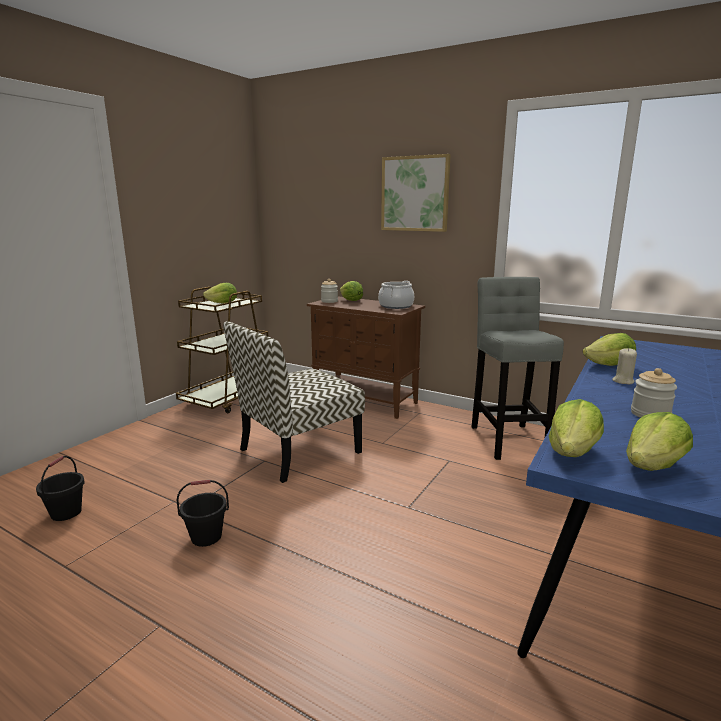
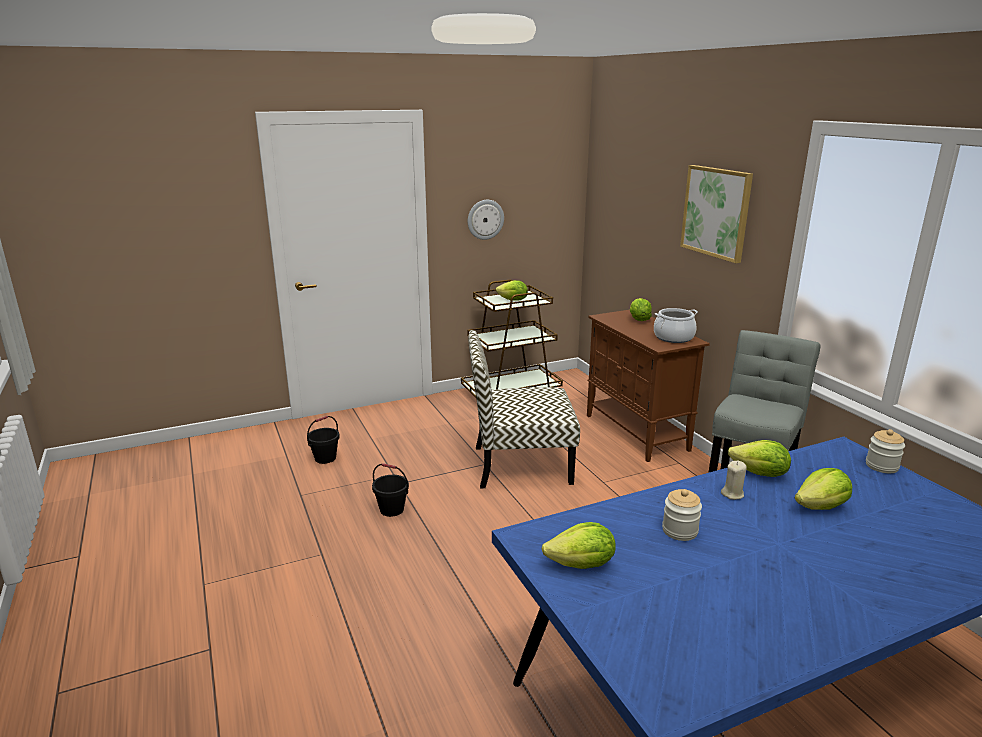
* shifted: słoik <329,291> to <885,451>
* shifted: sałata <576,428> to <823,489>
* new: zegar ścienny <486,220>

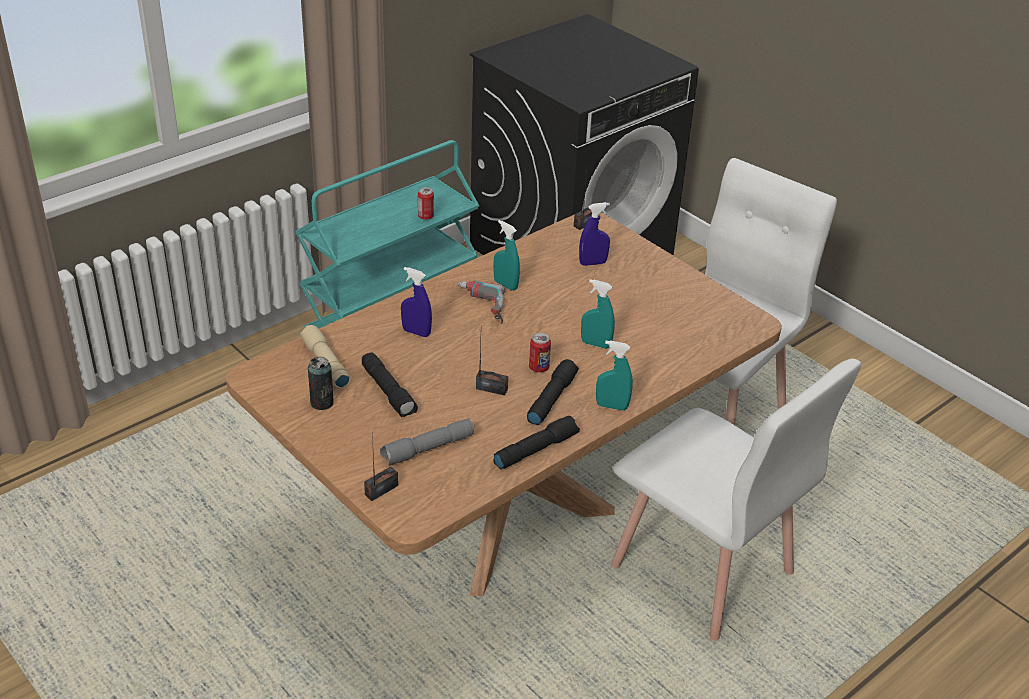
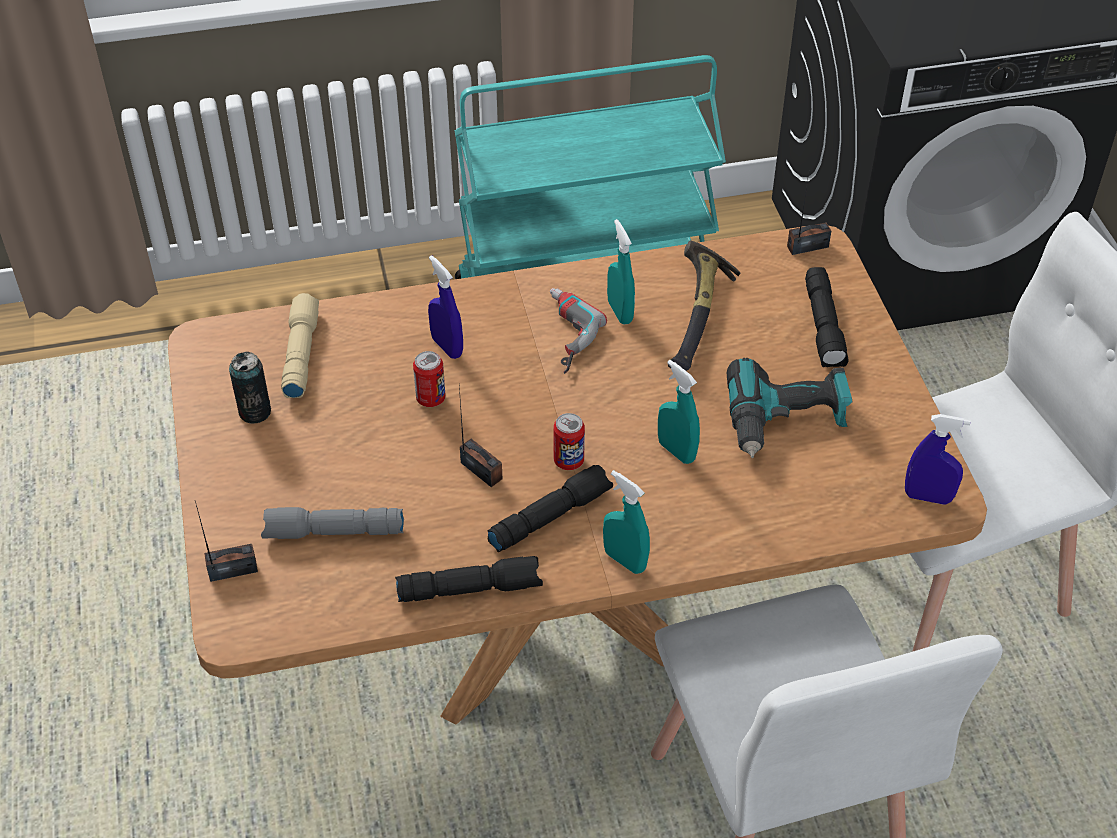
* shifted: latarka/czarny <390,384> to <826,317>
* shifted: puszka <426,203> to <429,379>
* shifted: spryskiwacz/niebieski <594,234> to <938,459>
* new: młotek <704,305>
* new: wiertarka <789,408>

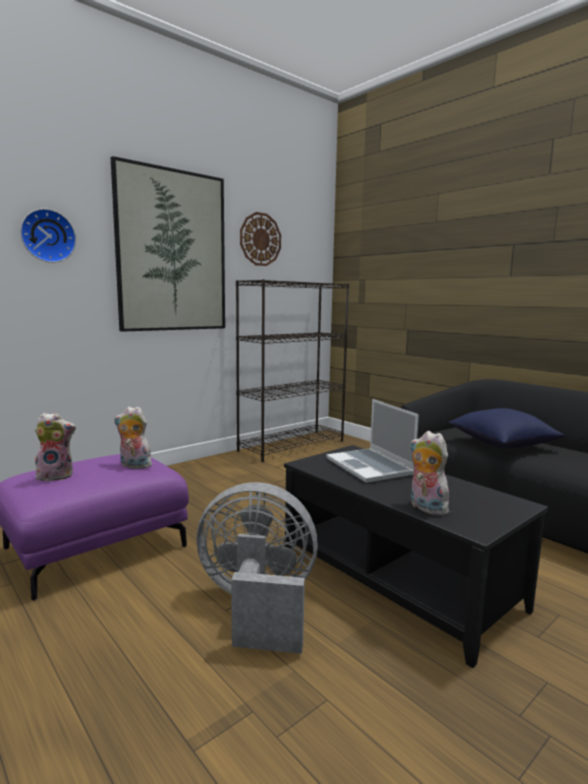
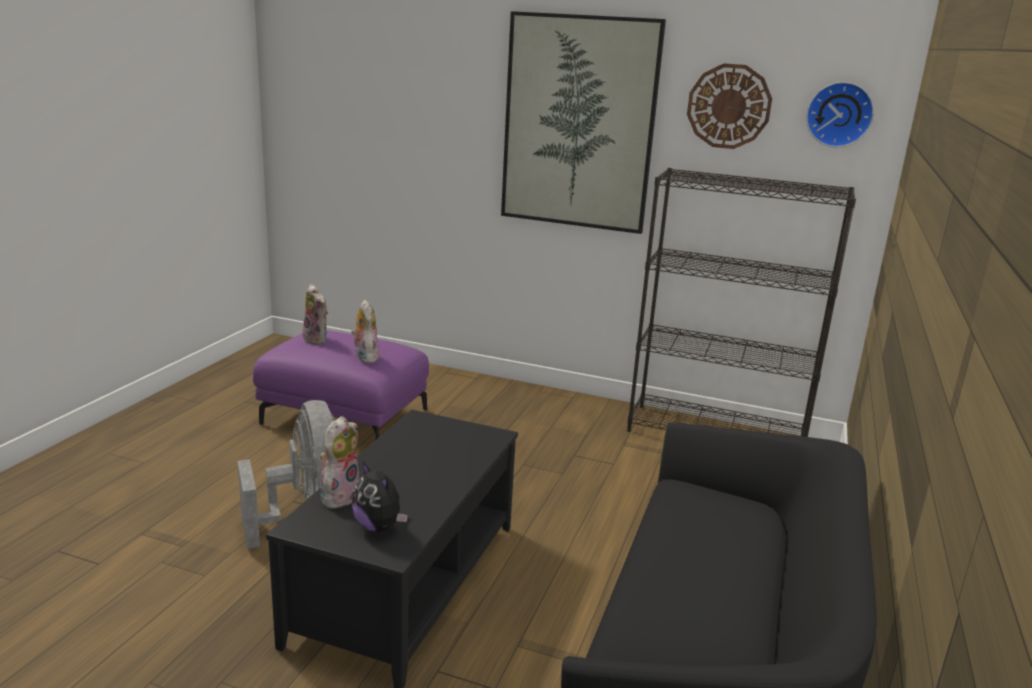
* shifted: zegar ścienny <48,236> to <840,114>
* gone: laptop <372,441>
* gone: poduszka/niebieski <506,428>
* new: pluszak <380,497>

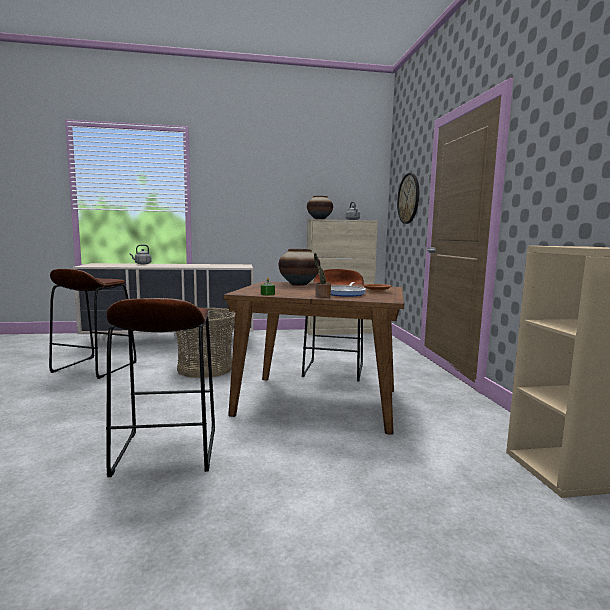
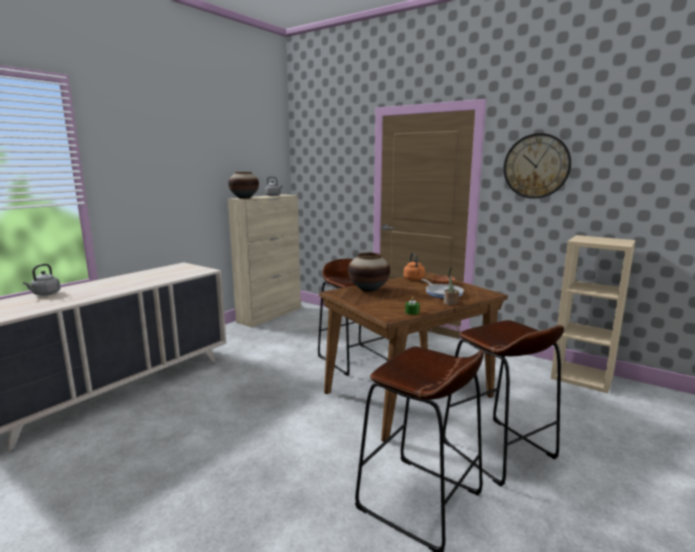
* shifted: stołek/brązowy <93,324> to <503,403>
* gone: koszyk <205,342>
* shifted: zegar ścienny <408,198> to <537,166>
* new: czajnik/pomarańczowy <414,266>

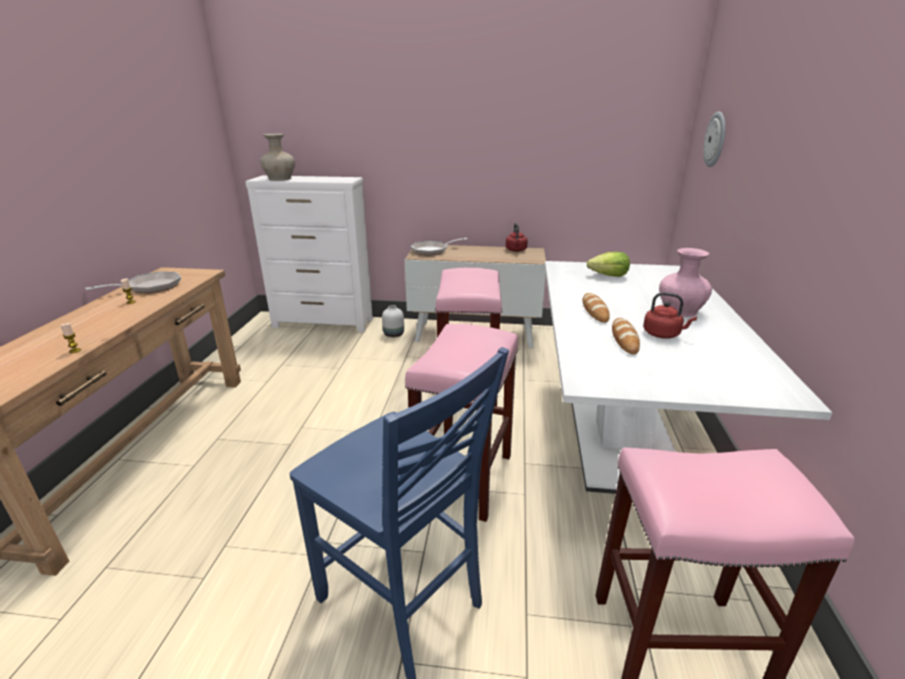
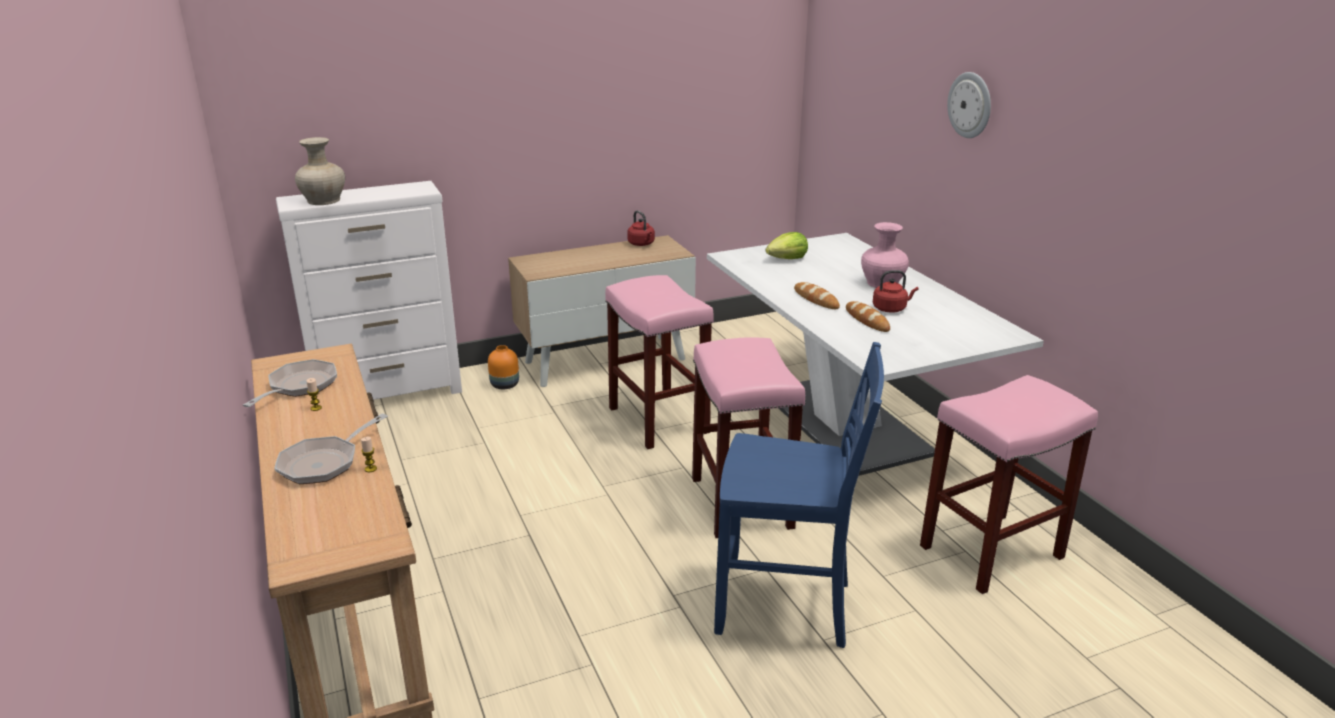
* repainted: wazon/biały <393,321> to wazon/pomarańczowy <503,367>
* shifted: patelnia <439,247> to <331,449>
* shifted: zegar ścienny <714,139> to <969,105>

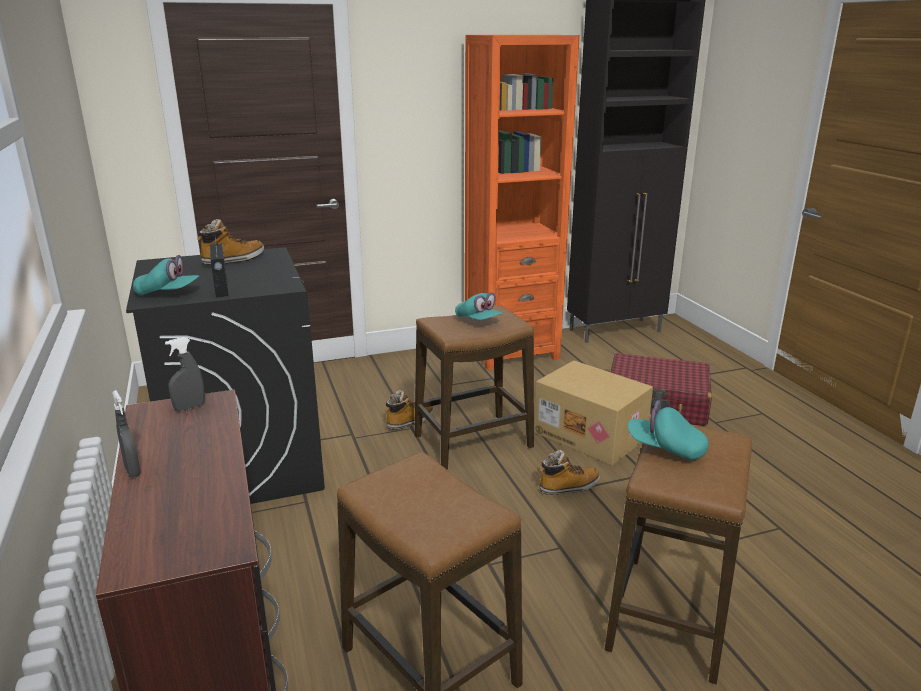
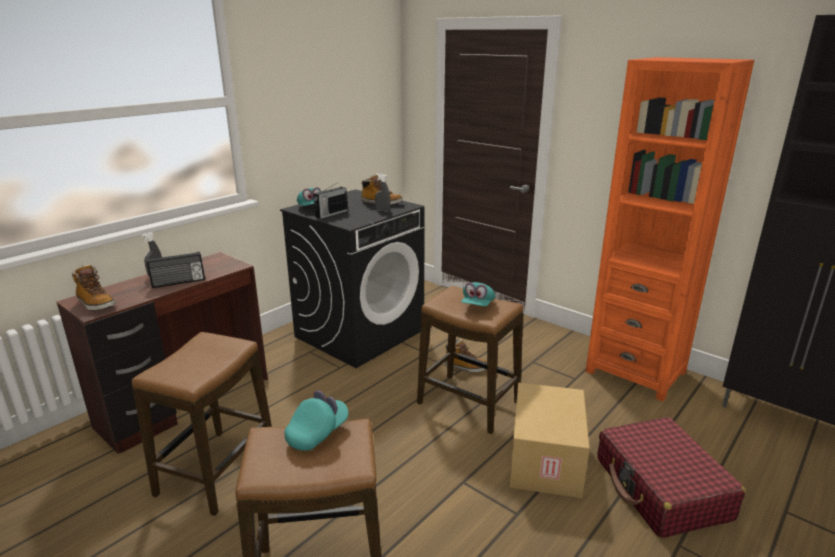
* shifted: spryskiwacz/szary <185,374> to <382,192>
* shifted: but z cholewką <569,472> to <94,288>
* rotated: czapka z daszkiem/turkusowy <668,430> = <316,420> 45 degrees clockwise
* new: radio <176,269>

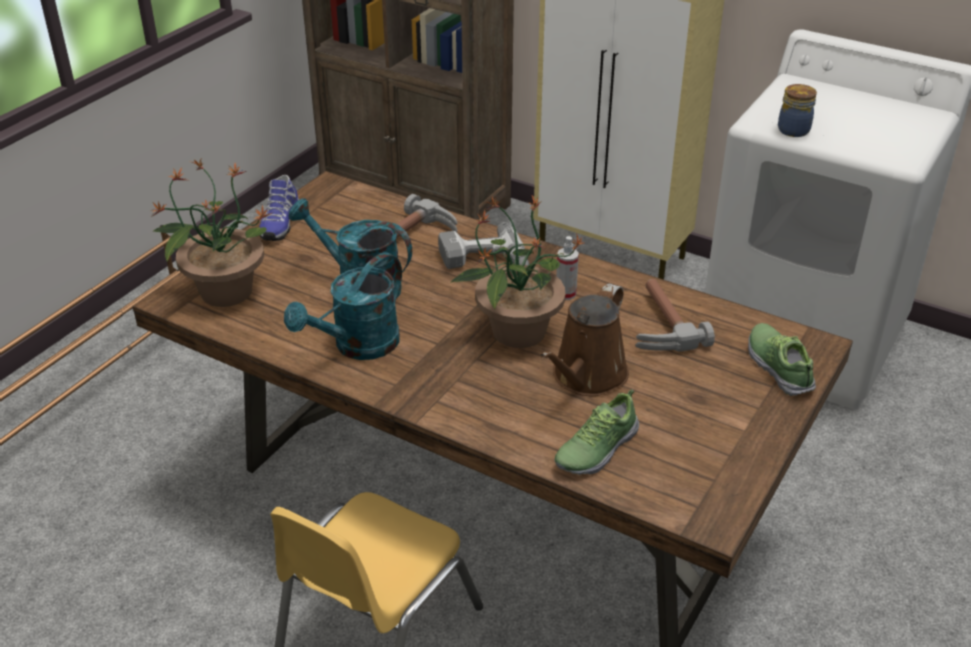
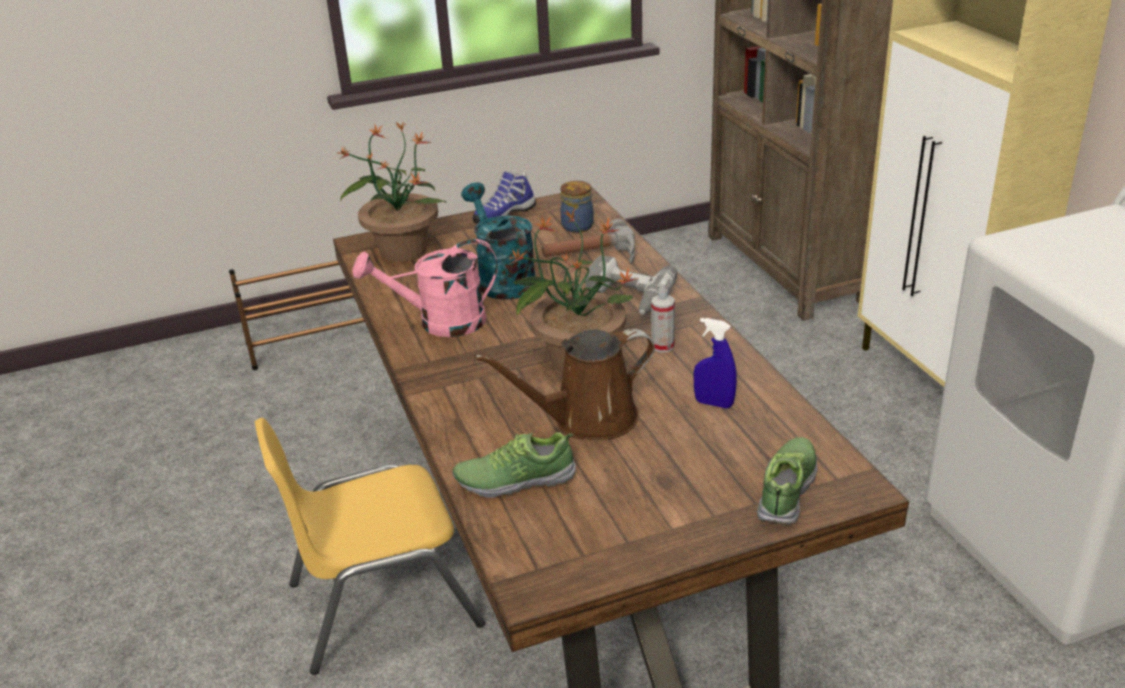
* repainted: konewka/turkusowy <343,306> to konewka/różowy <425,288>
* swapped: młotek <675,315> to spryskiwacz/niebieski <715,363>
* shifted: słoik <797,110> to <577,207>

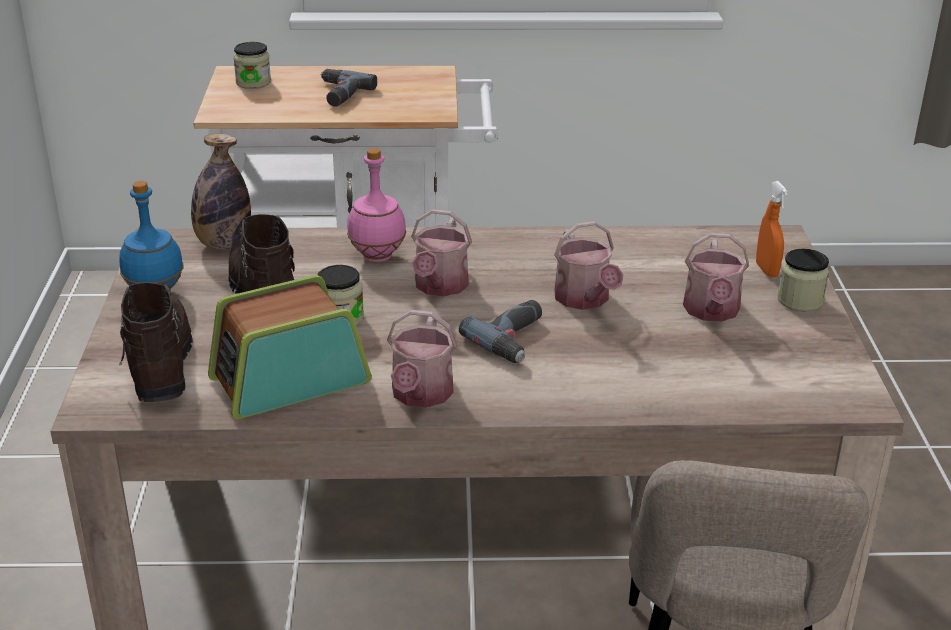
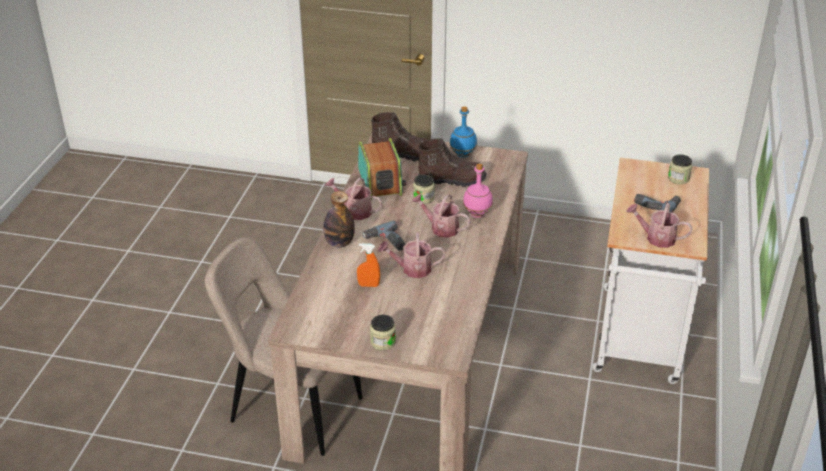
* shifted: butelka <221,191> to <339,219>
* shifted: konewka <716,277> to <659,225>
* shifted: spryskiwacz/pomarańczowy <772,229> to <368,265>

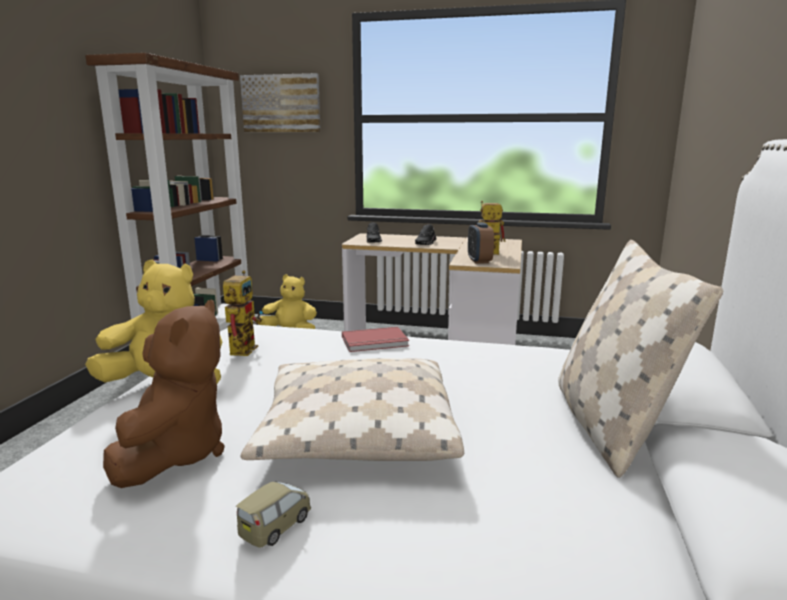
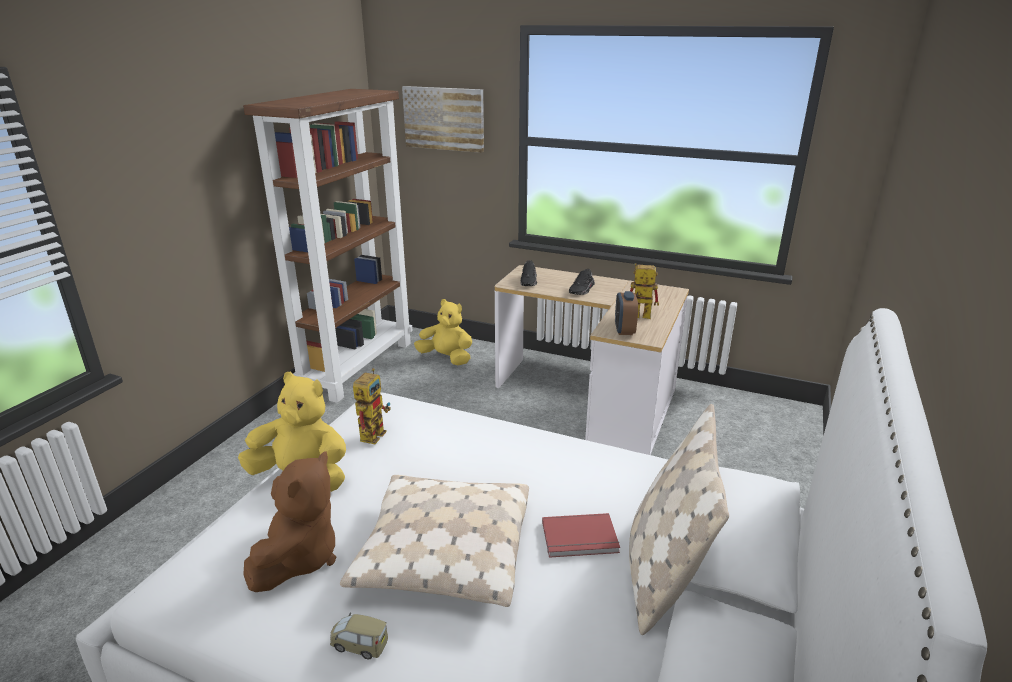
* rotated: samochodzik <273,514> = <359,636> 120 degrees counterclockwise
* shifted: książka/czerwony <375,339> to <581,535>

